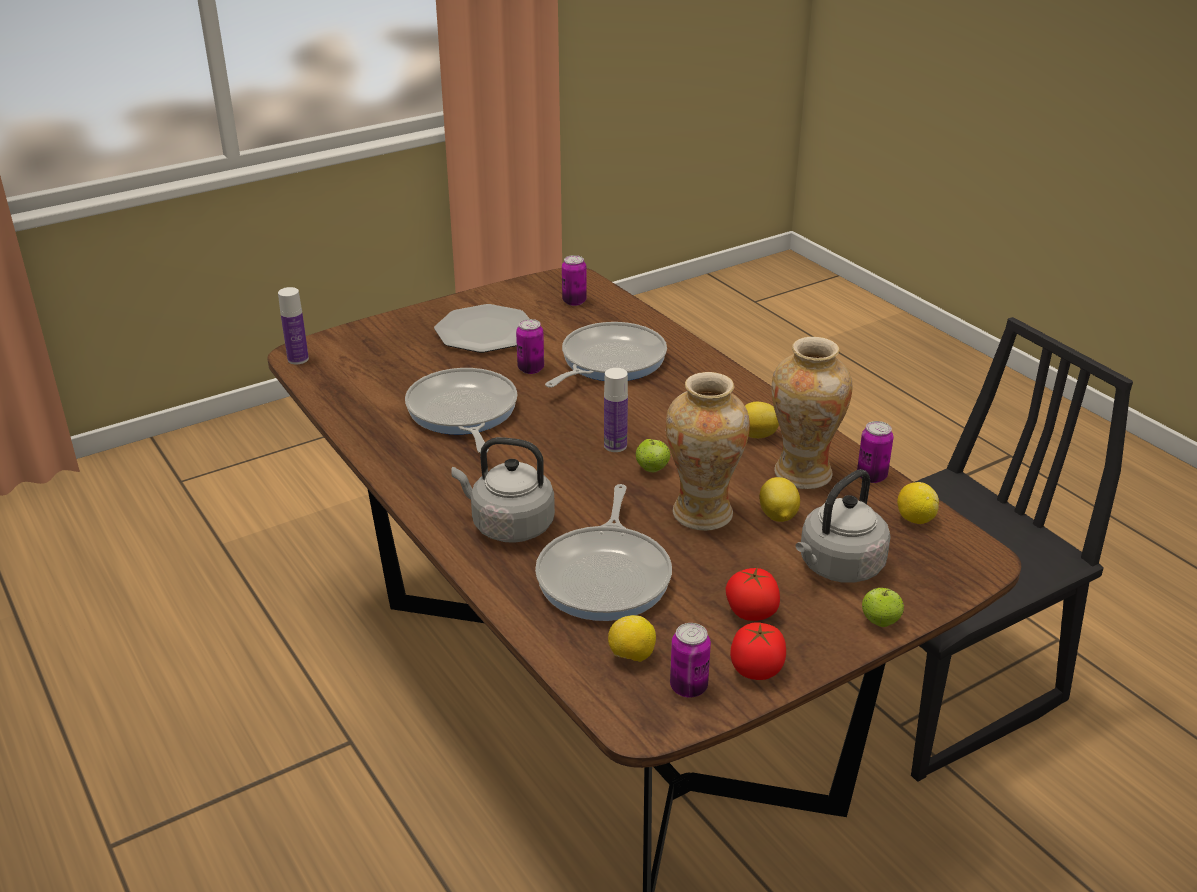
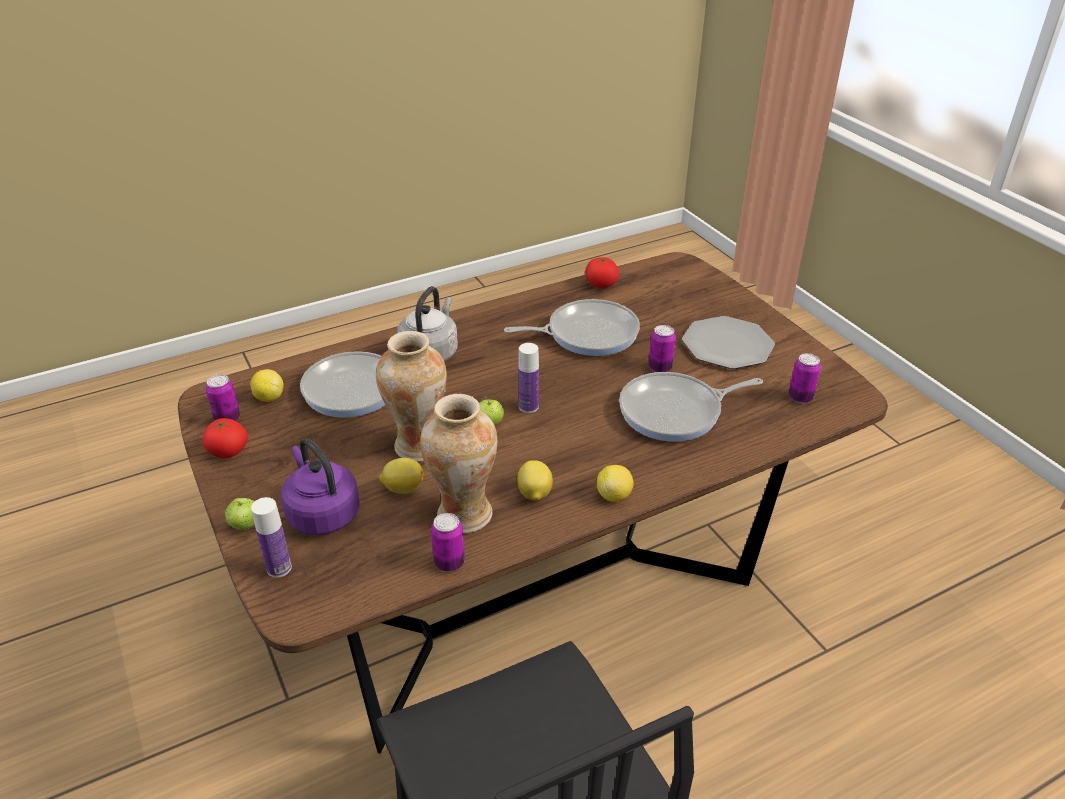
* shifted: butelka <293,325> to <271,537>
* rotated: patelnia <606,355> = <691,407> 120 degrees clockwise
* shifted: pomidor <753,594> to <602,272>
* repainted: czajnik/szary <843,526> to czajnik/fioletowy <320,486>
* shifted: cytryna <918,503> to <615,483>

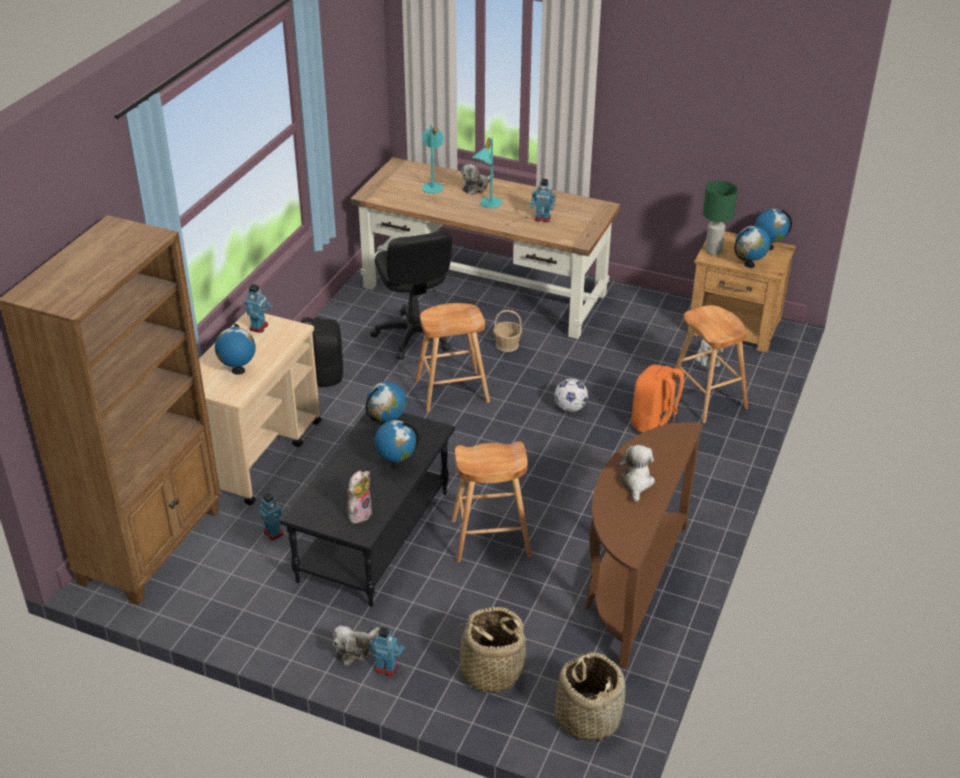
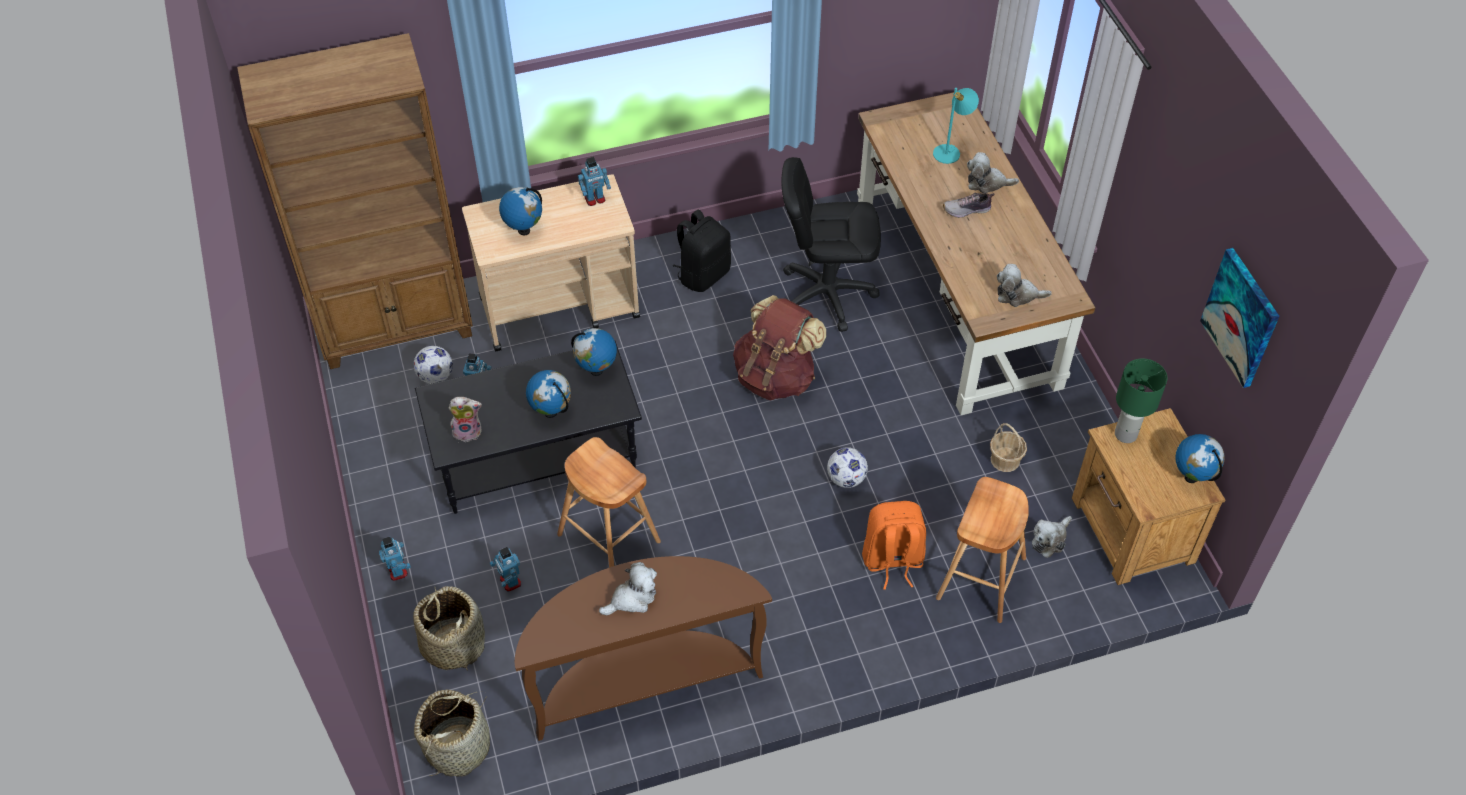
* shifted: pluszak <356,645> to <1024,285>
* rotated: krzesło biurowe/czarny <411,295> = <831,244> 60 degrees clockwise
* swapped: stołek/brązowy <452,357> to plecak/brązowy <779,347>
* swapped: lampa stołowa/turkusowy <486,173> to but <969,205>
* shifted: koszyk <507,331> to <1008,447>
* shifted: robot zabawkowy <543,200> to <505,569>
* gone: globus <752,247>
* new: piłka futbolowa <433,365>
* new: obraz <1239,318>

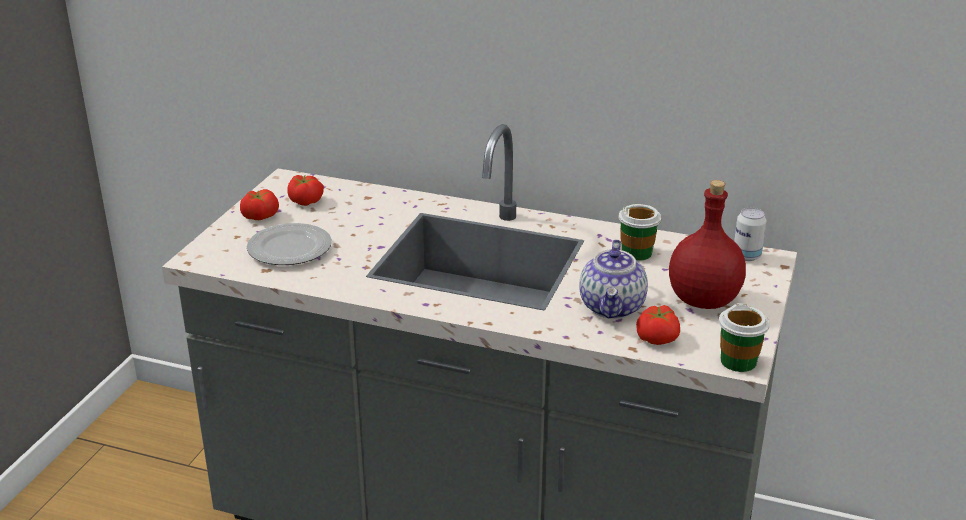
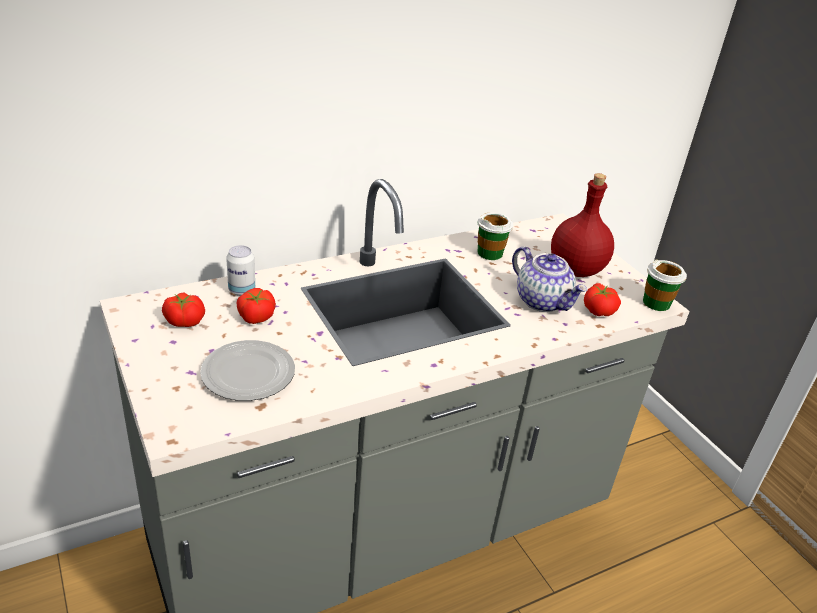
* shifted: pomidor <259,204> to <256,306>
* shifted: puszka <750,234> to <240,270>

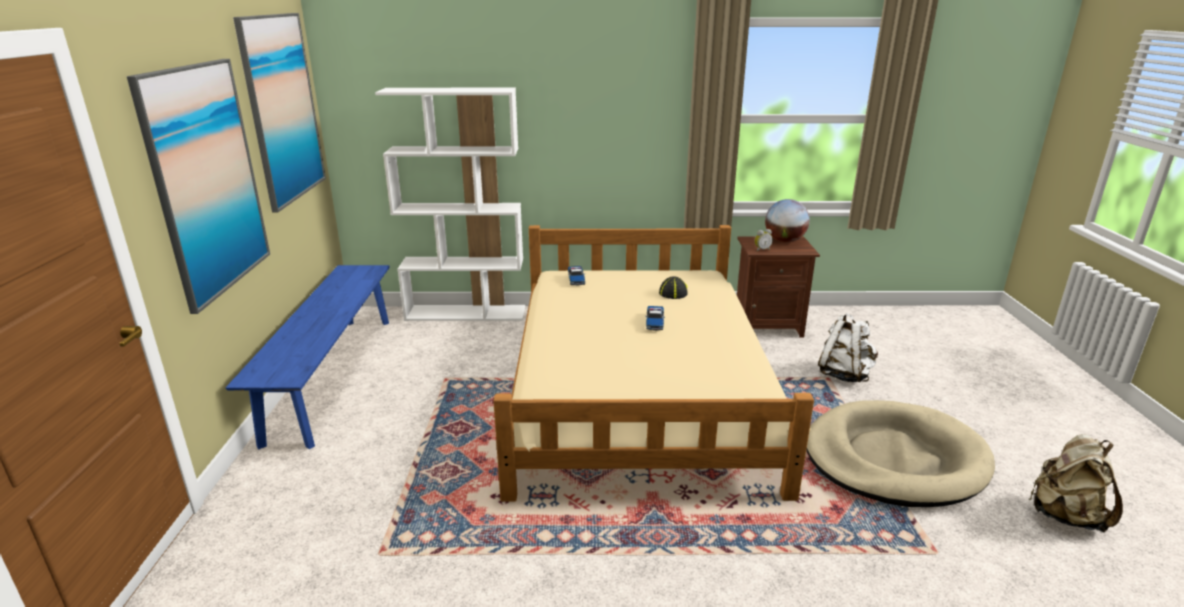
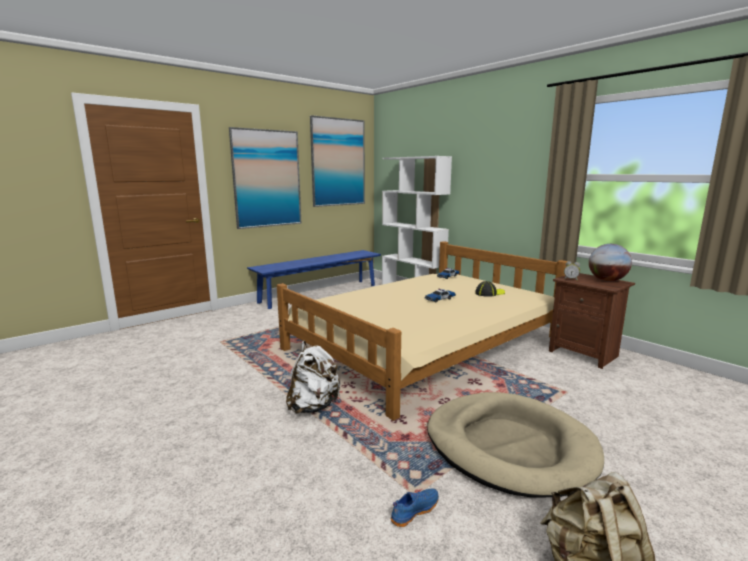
* shifted: plecak/biały <848,347> to <313,377>
* new: but/niebieski <415,507>

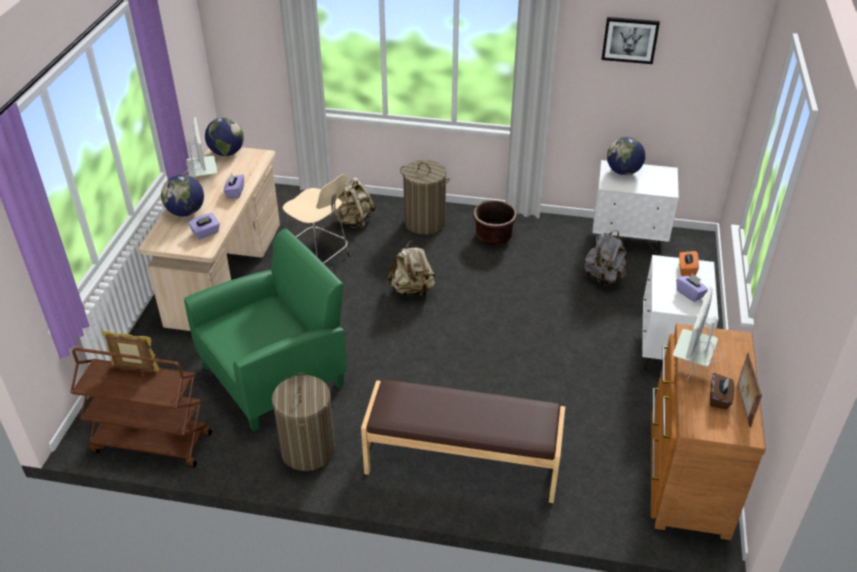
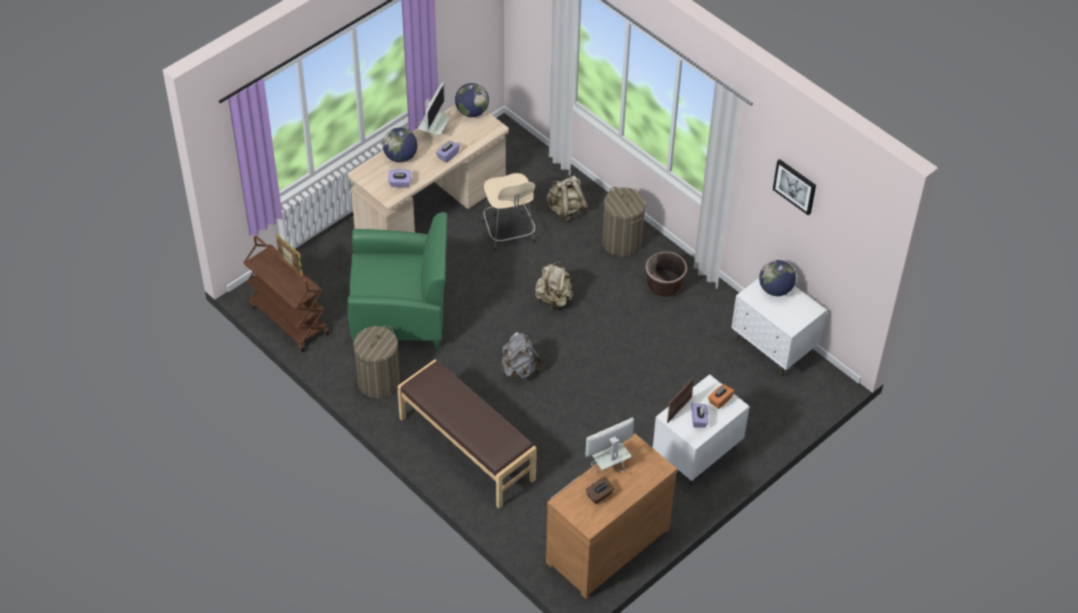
* shifted: plecak/szary <605,259> to <521,355>
* shifted: ramka na zdjęcie <749,390> to <680,400>

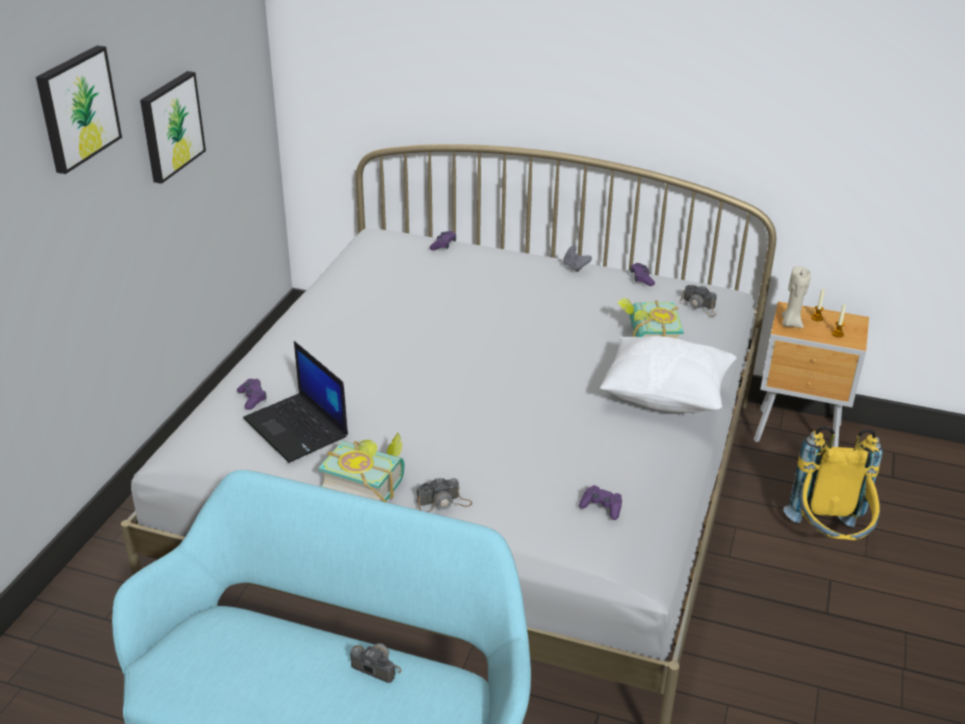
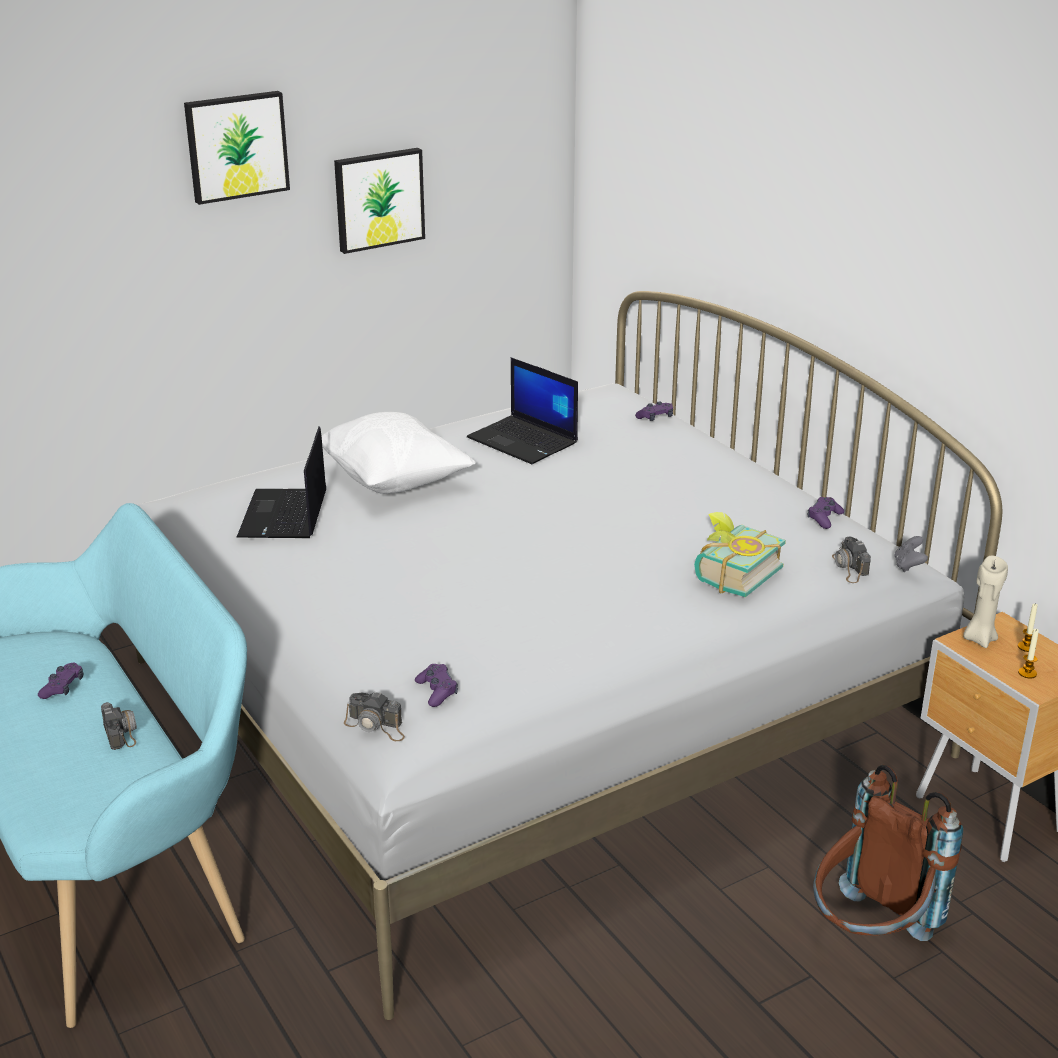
* shifted: pad do gier/fioletowy <251,394> to <60,681>
* gone: książka <361,467>
* shifted: aparat fotograficzny <445,494> to <374,716>
* shifted: pad do gier/szary <577,259> to <911,554>
* shifted: poduszka/biały <668,374> to <399,453>
* repainted: plecak/żółty <833,482> to plecak/brązowy <888,853>
* new: laptop <522,410>

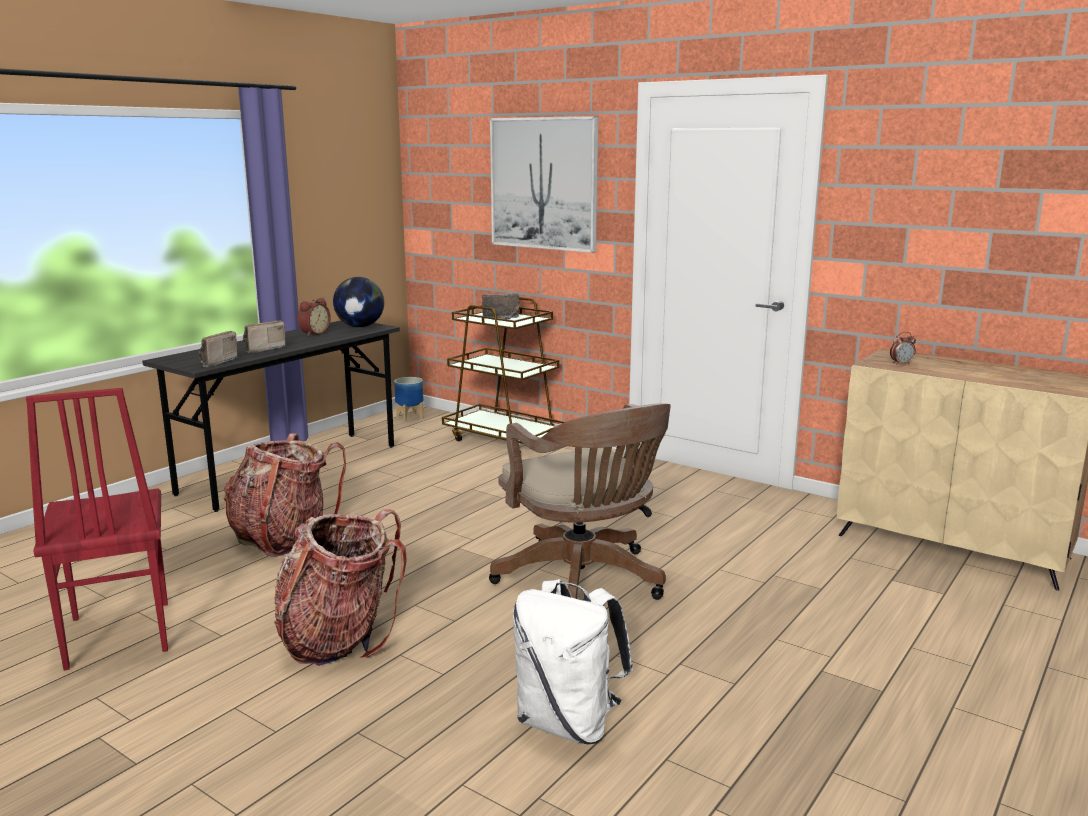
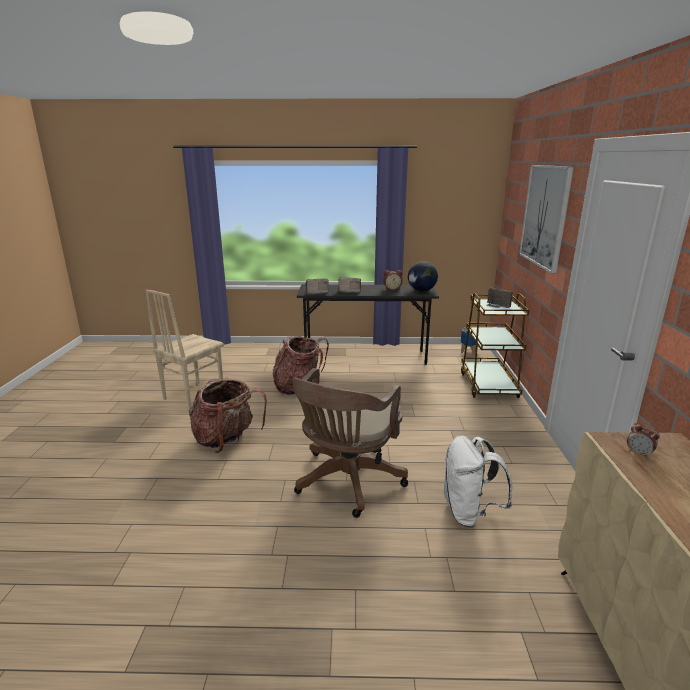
* repainted: krzesło/czerwony <97,529> to krzesło/beżowy <185,349>
* shifted: plecak/biały <573,661> to <477,481>

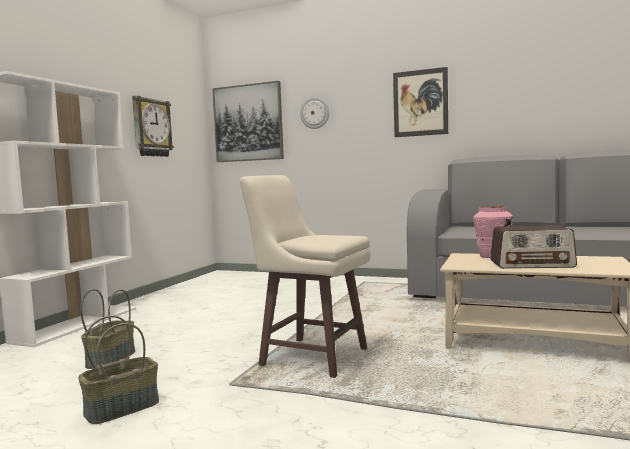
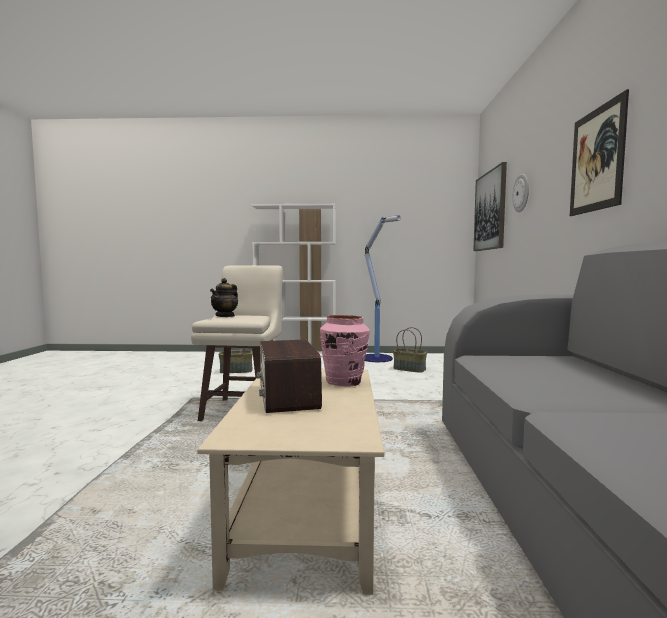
* shifted: koszyk <118,369> to <410,350>
* gone: zegar ścienny <153,126>
* new: imbryk <224,297>
* new: lampa stojąca <382,288>

